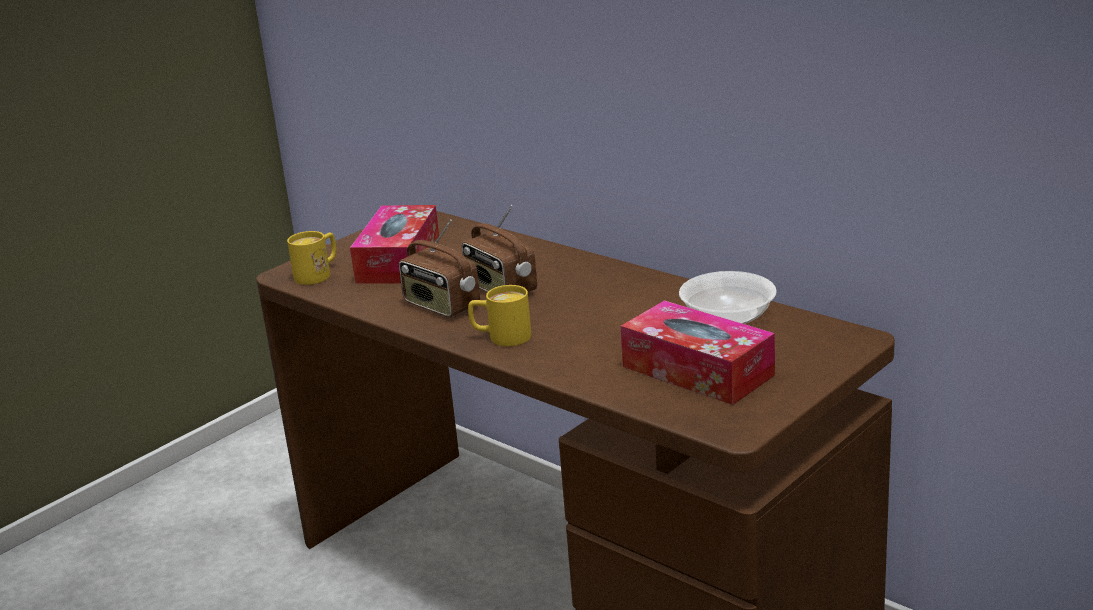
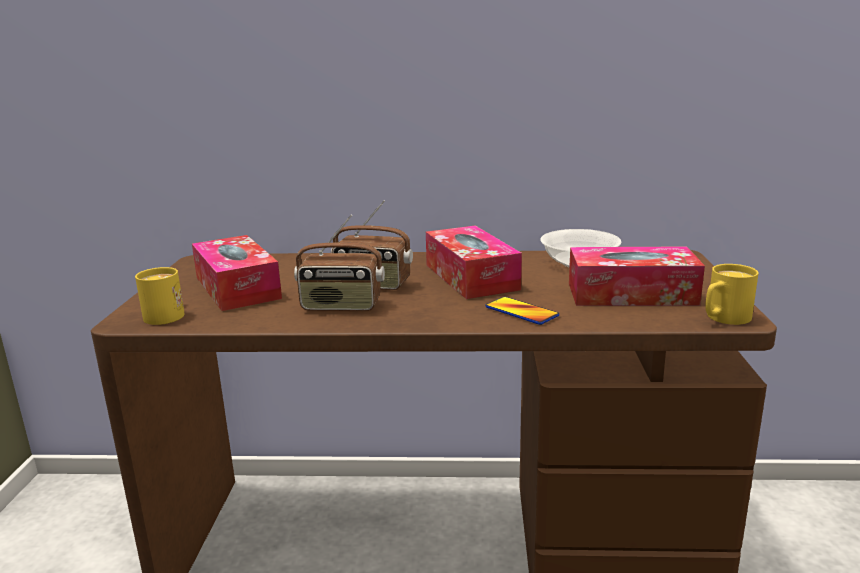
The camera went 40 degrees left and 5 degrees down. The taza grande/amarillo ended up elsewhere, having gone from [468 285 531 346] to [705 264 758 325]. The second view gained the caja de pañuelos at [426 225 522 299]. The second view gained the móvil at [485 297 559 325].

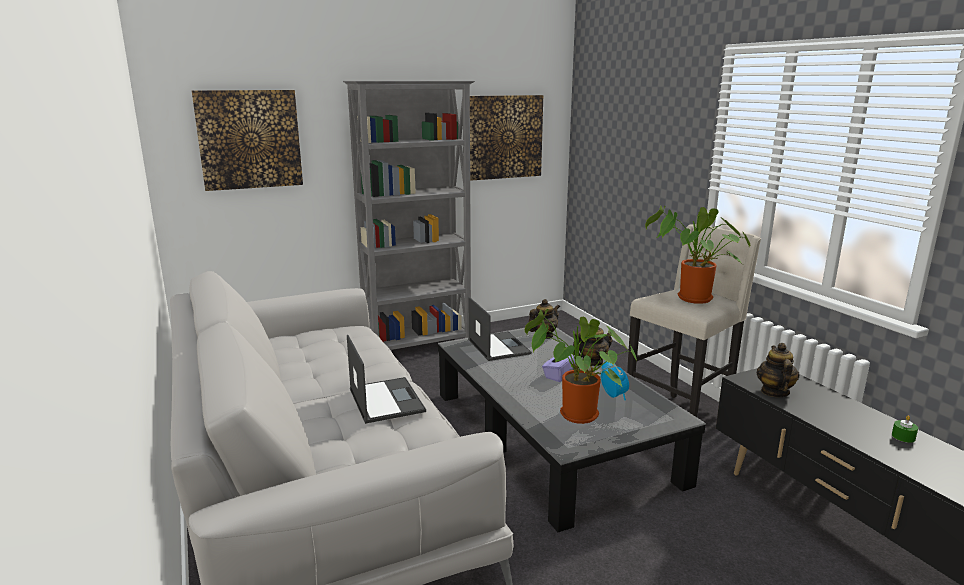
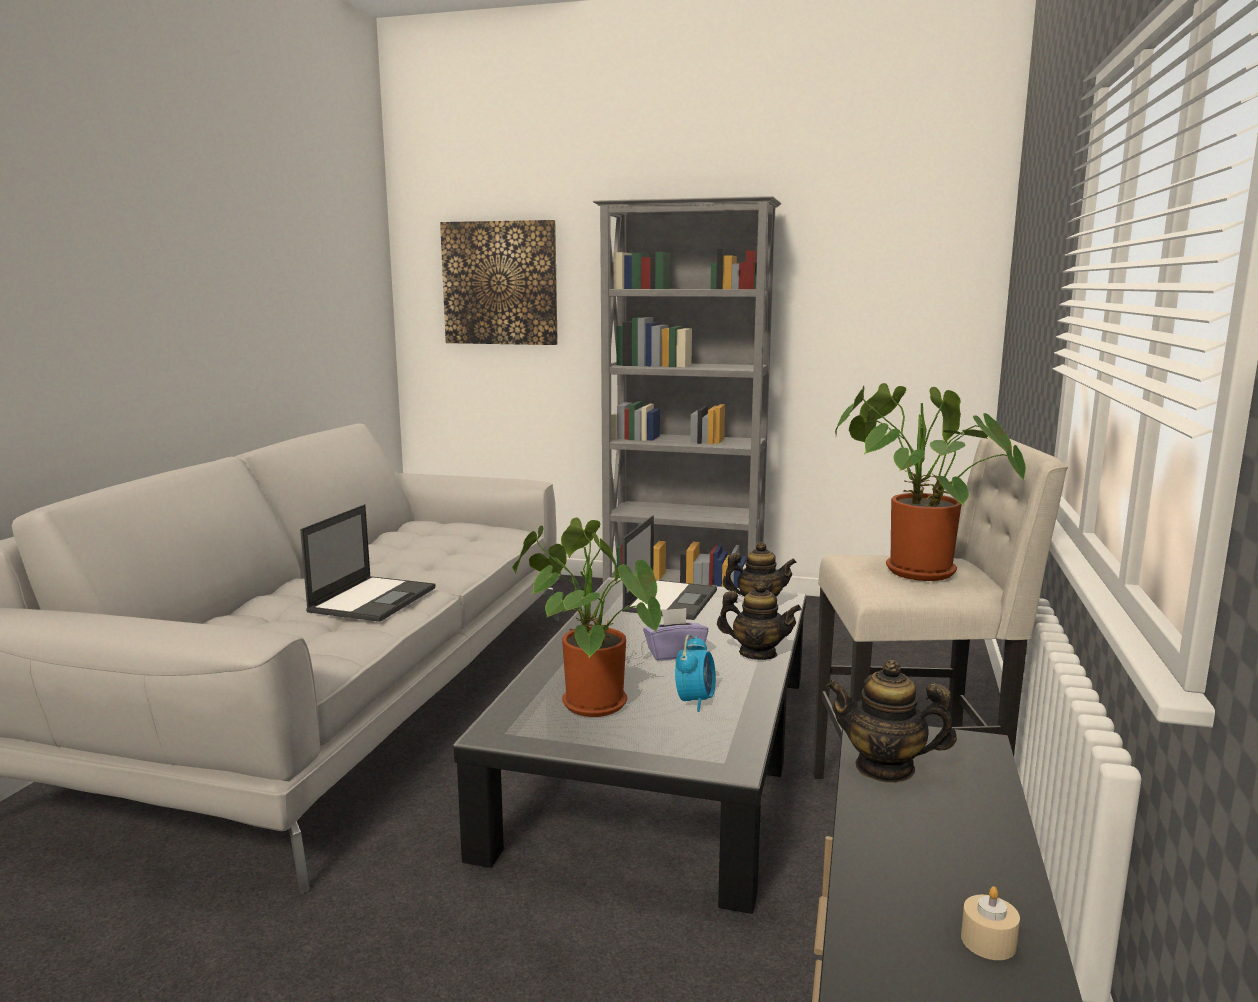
The camera went 40 degrees right and 5 degrees down. The second view lost the cuadro at [470 95 543 181]. The tetera at [757 343 799 397] ended up facing another way, 120 degrees counterclockwise from before. What was the vela/verde at [892 415 918 443] turned into the vela/beis at [961 886 1020 960].

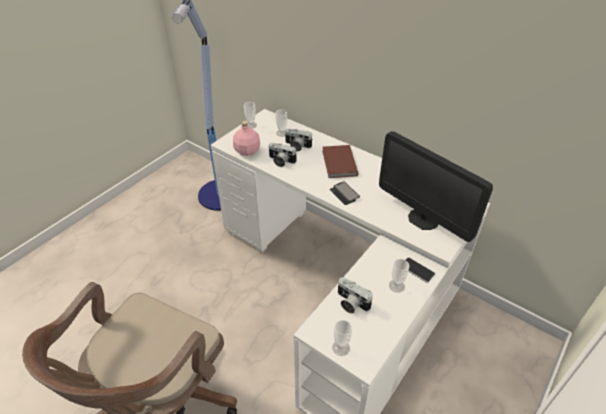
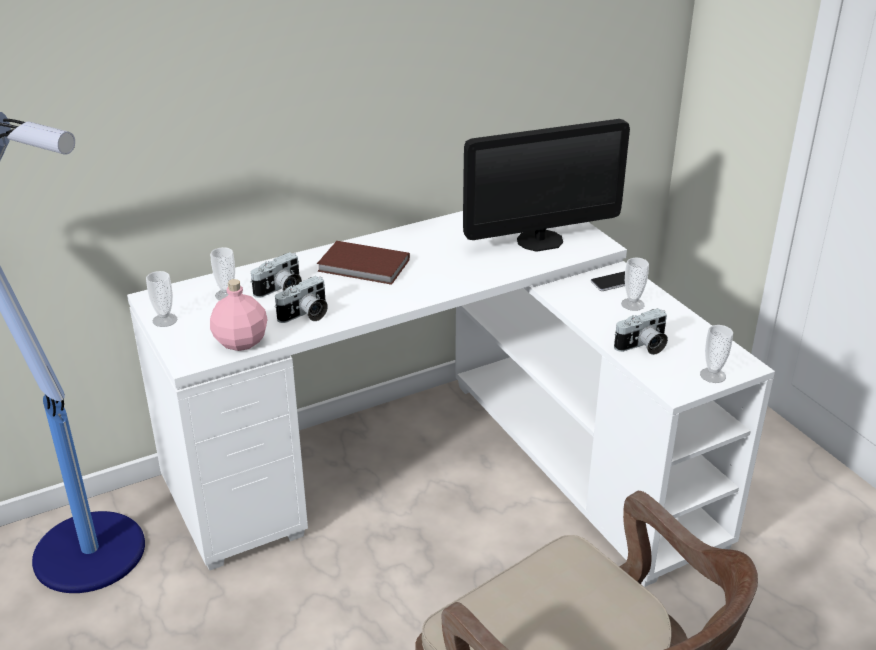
The camera went 65 degrees left and 10 degrees down. The second view lost the móvil at [330 181 360 205].

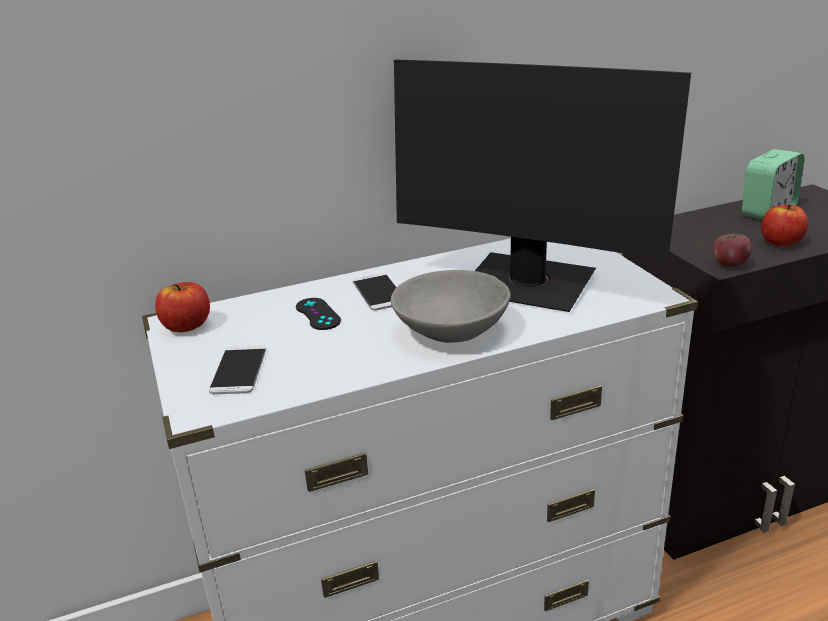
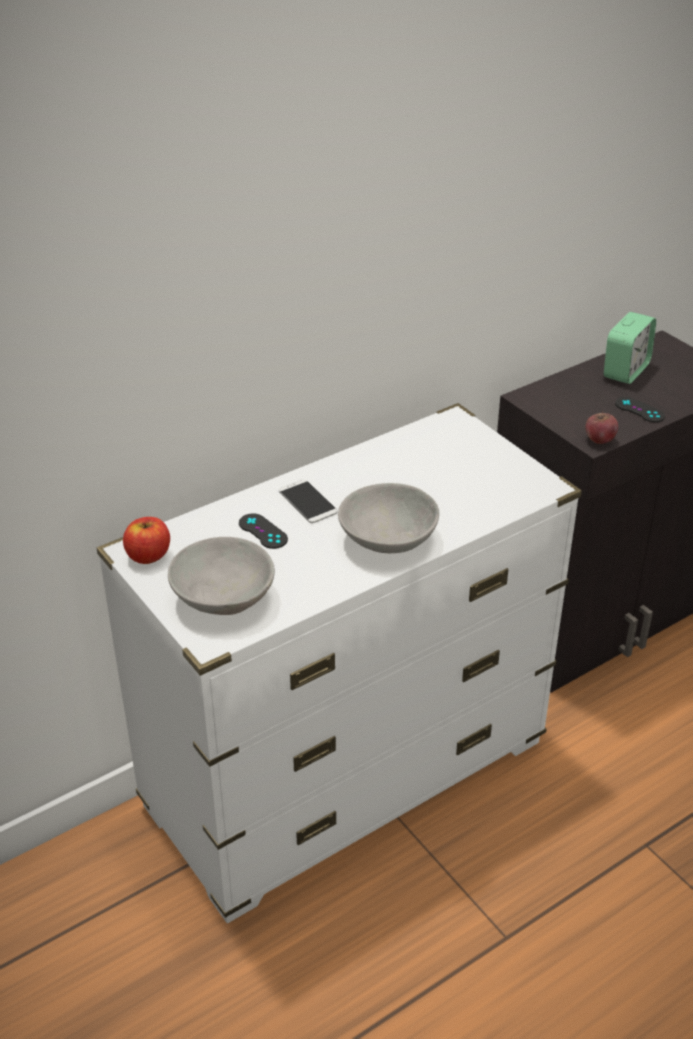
The camera went 15 degrees left and 10 degrees up. Where the móvil stood at [209 346 266 394], the cuenco/gris came to stand at [168 537 275 615]. The second view lost the monitor at [394 60 691 312]. Where the manzana stood at [761 204 808 247], the mando de consola/negro came to stand at [615 397 665 422].

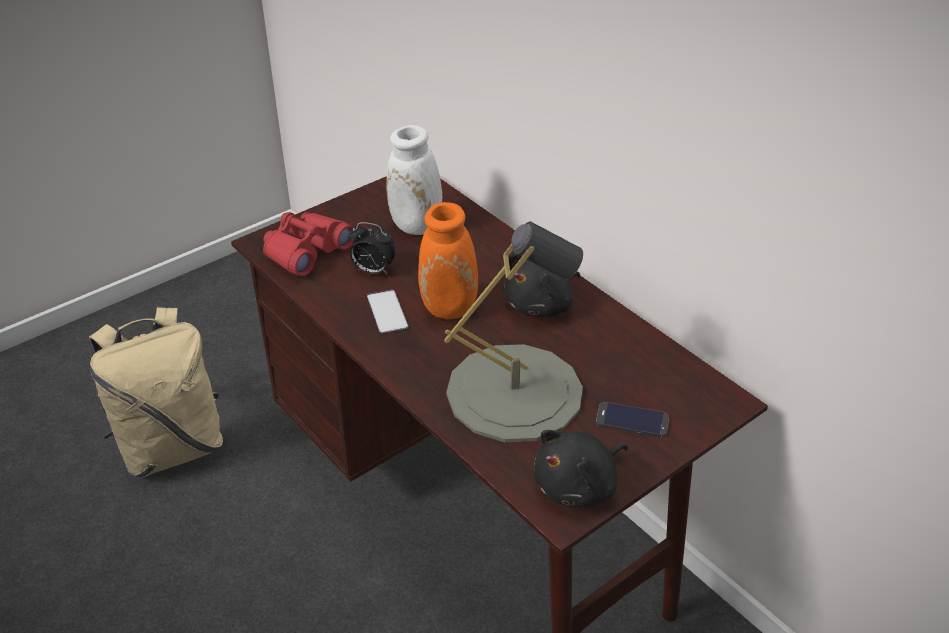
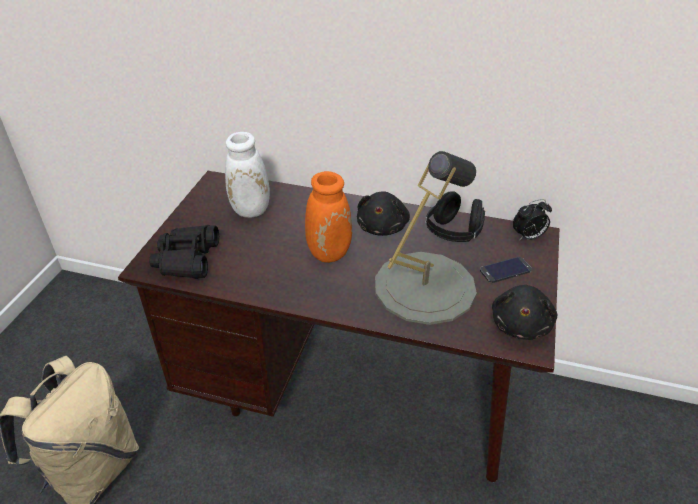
The camera went 35 degrees left and 0 degrees up. What was the prismáticos/rojo at [263 212 354 277] turned into the prismáticos/negro at [149 225 219 279]. The despertador ended up elsewhere, having gone from [348 222 396 275] to [513 199 552 241]. The second view lost the móvil at [367 290 408 333]. The second view gained the auriculares/negro at [425 191 485 242].

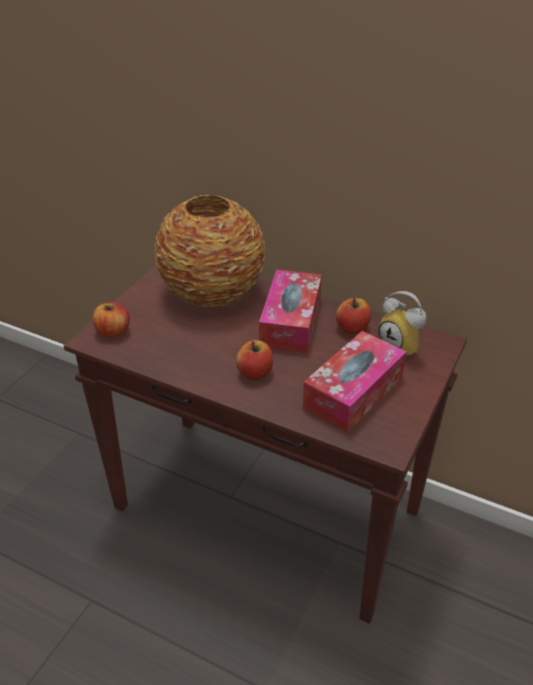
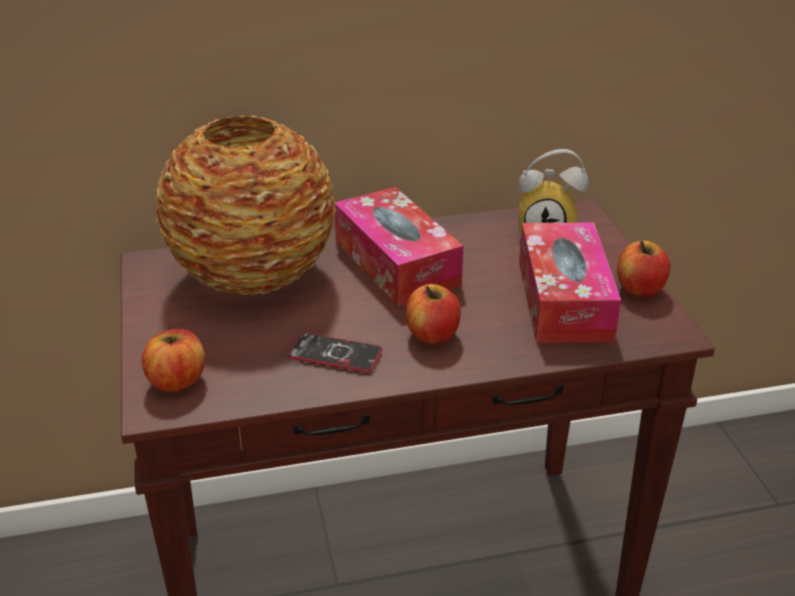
The camera went 40 degrees left and 5 degrees down. The manzana ended up elsewhere, having gone from [336 298 371 334] to [617 241 671 297]. The second view gained the móvil at [288 333 382 373].

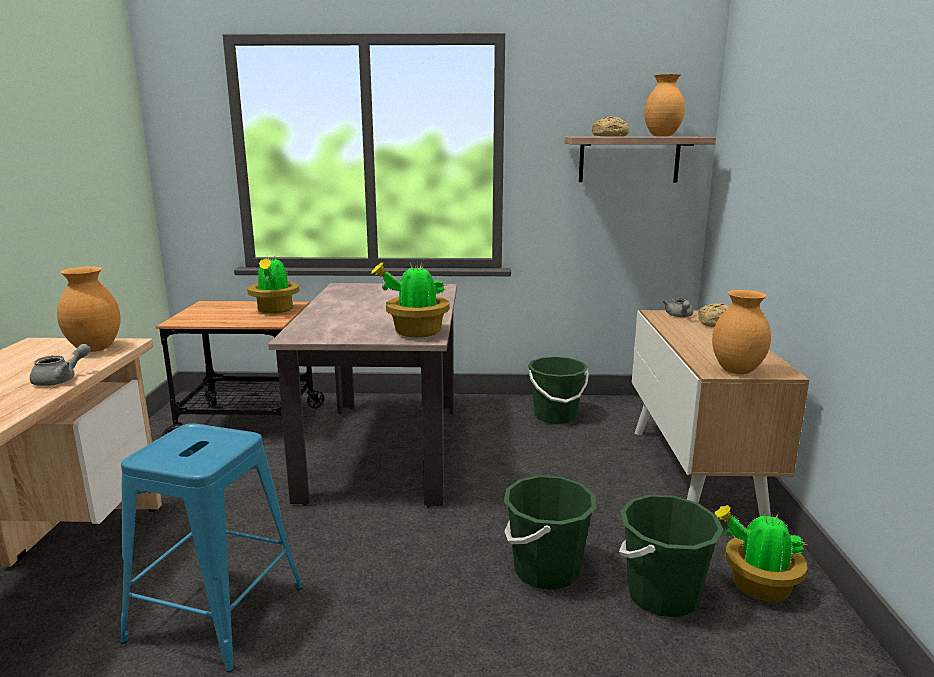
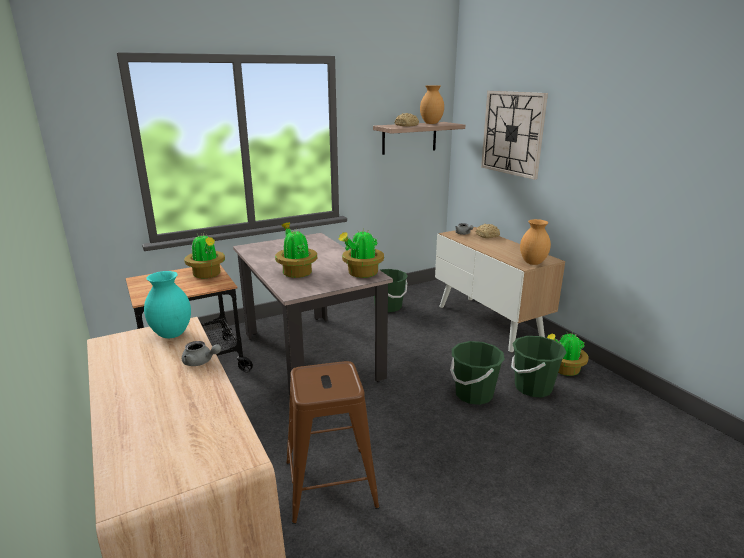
The camera went 30 degrees left and 5 degrees up. The tetera/gris at [30 344 91 386] ended up facing another way, 105 degrees clockwise from before. What was the florero/marrón at [57 267 120 352] turned into the florero/turquesa at [144 271 191 338]. What was the taburete/azul at [120 423 302 672] turned into the taburete/marrón at [286 361 379 524]. The second view gained the planta en maceta at [275 222 317 278]. The second view gained the reloj de pared at [481 91 548 180].

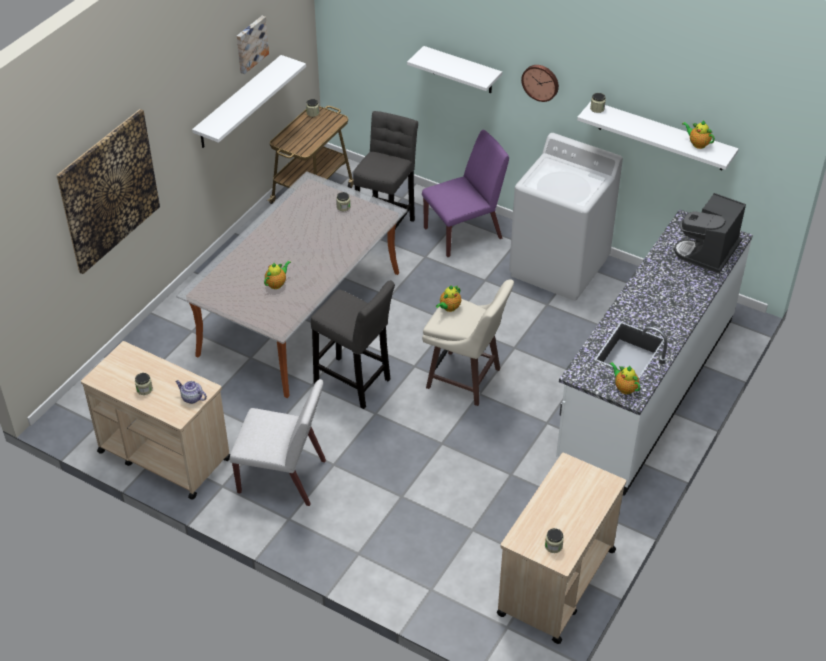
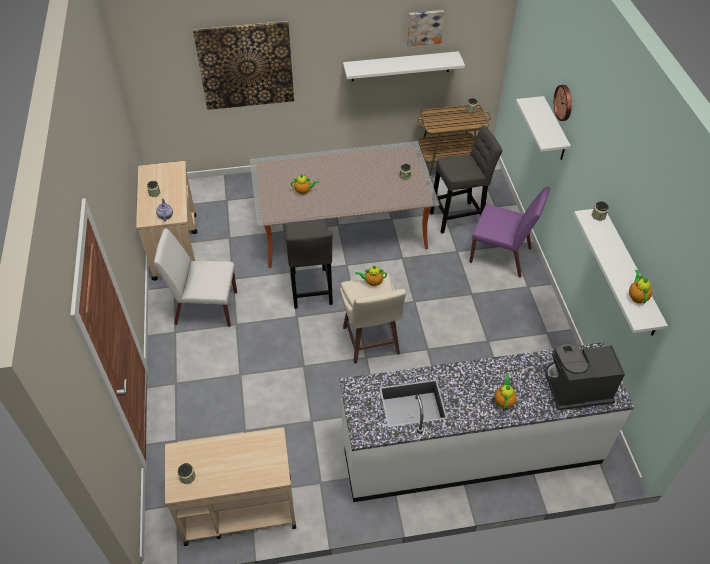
The camera went 50 degrees right and 5 degrees up. The silla/blanco at [230 379 326 506] ended up facing another way, 120 degrees clockwise from before. The second view lost the lavadora/blanco at [509 133 623 301]. The reloj de pared ended up elsewhere, having gone from [521 65 559 102] to [554 85 572 121]. The tetera ended up elsewhere, having gone from [610 362 640 394] to [495 374 517 410].

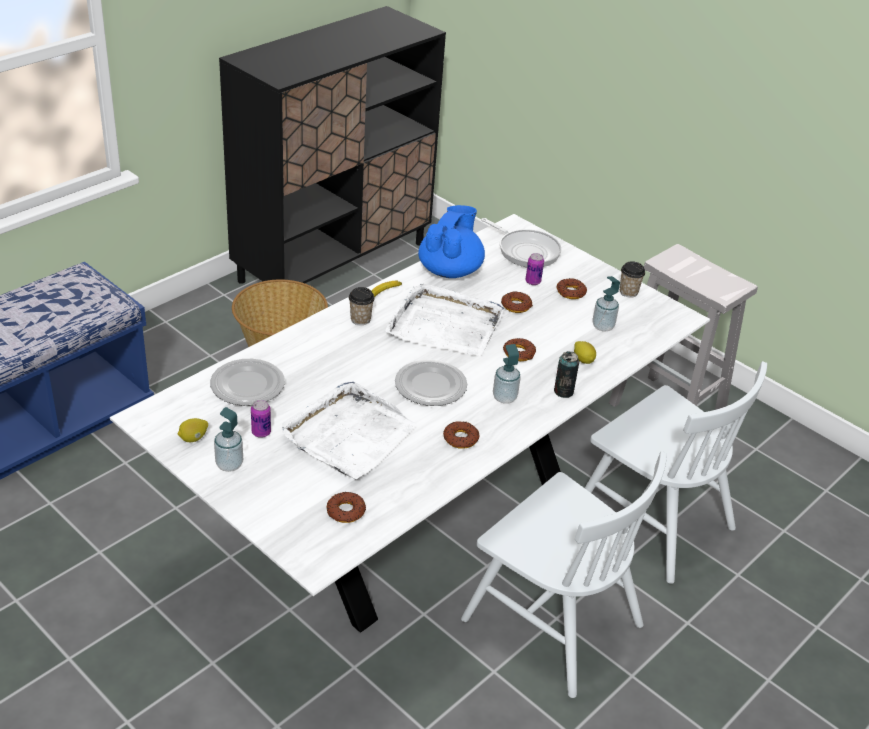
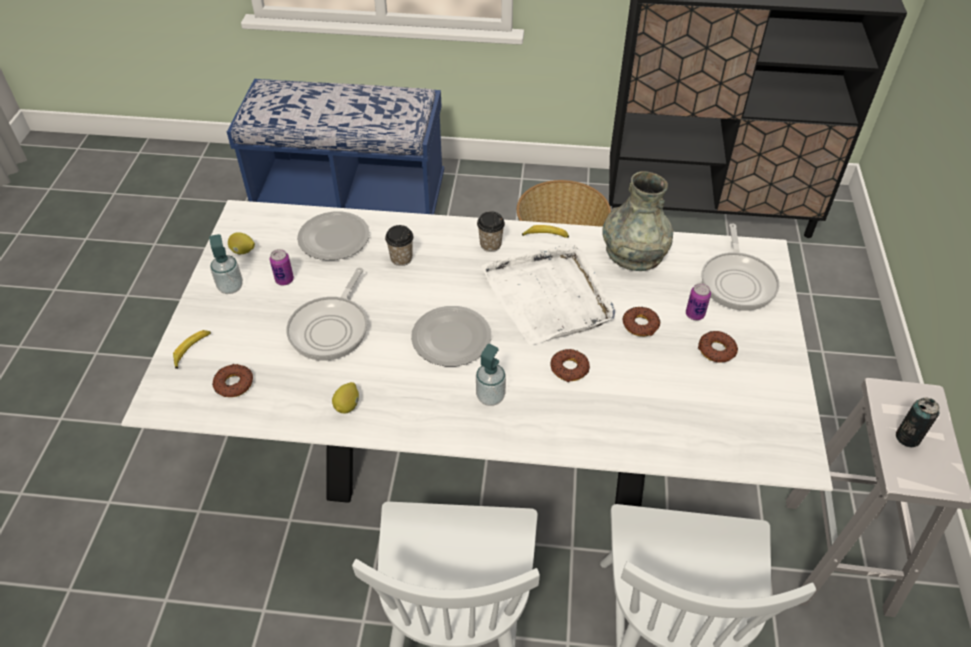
The camera went 55 degrees right and 10 degrees up. Where the bandeja/blanco stood at [282 382 417 479], the sartén came to stand at [286 268 367 361]. Where the tetera/azul stood at [418 205 485 278], the florero/gris came to stand at [602 171 673 271]. The second view lost the rosquilla at [443 421 480 449]. The lata ended up elsewhere, having gone from [554 351 579 398] to [896 398 939 447]. The limón ended up elsewhere, having gone from [574 341 596 364] to [332 382 359 414]. The second view lost the dispensador de jabón at [592 276 620 332]. The taza ended up elsewhere, having gone from [620 261 645 298] to [385 225 414 266]. The second view gained the plátano at [173 330 211 369].

